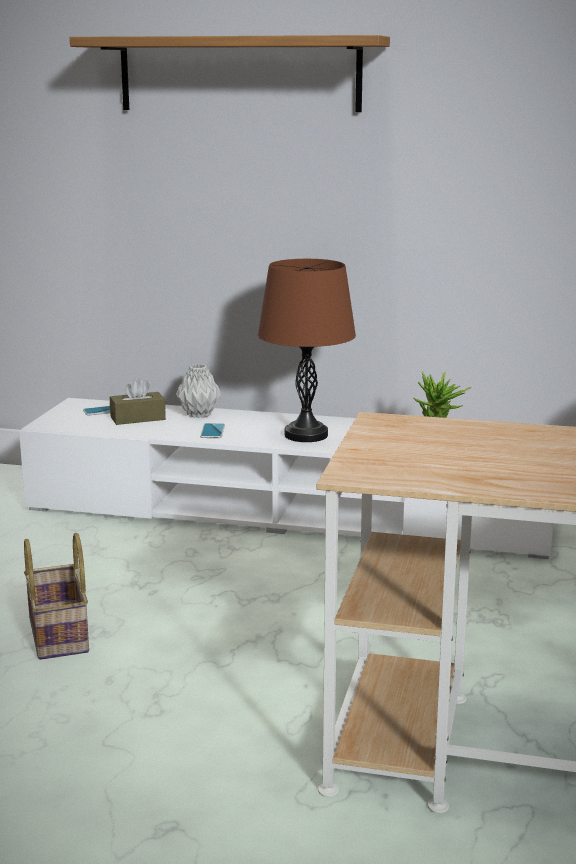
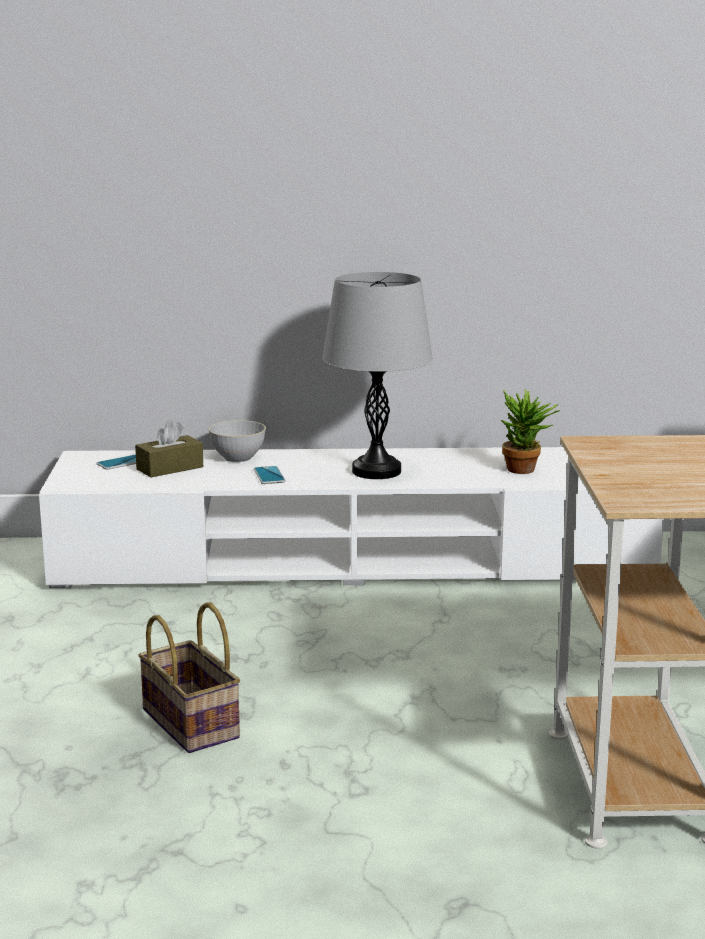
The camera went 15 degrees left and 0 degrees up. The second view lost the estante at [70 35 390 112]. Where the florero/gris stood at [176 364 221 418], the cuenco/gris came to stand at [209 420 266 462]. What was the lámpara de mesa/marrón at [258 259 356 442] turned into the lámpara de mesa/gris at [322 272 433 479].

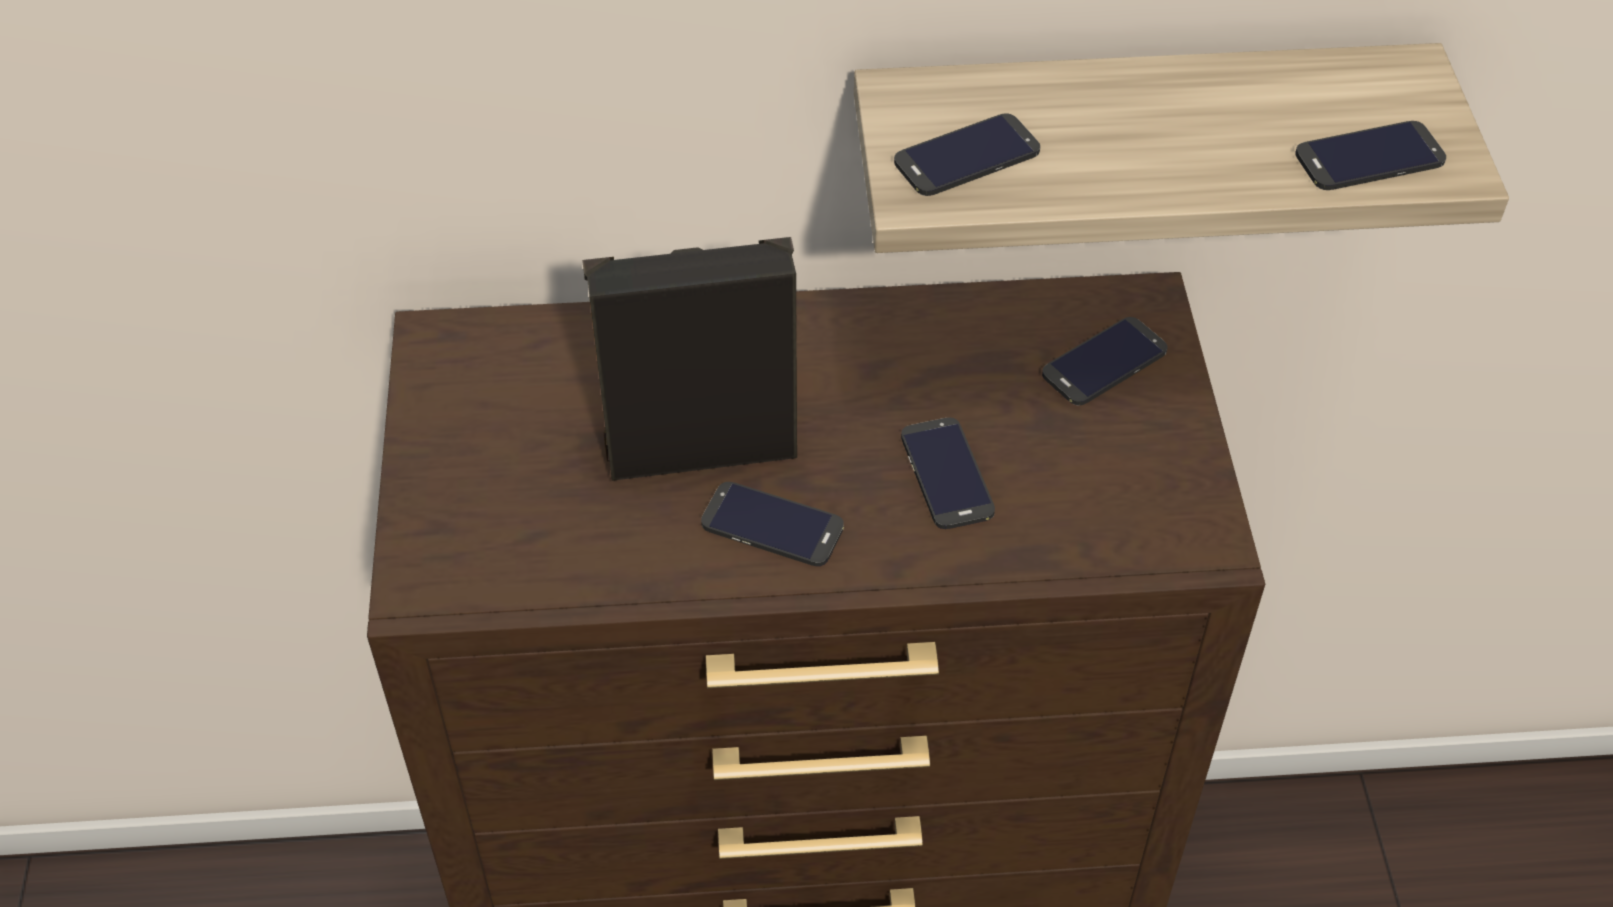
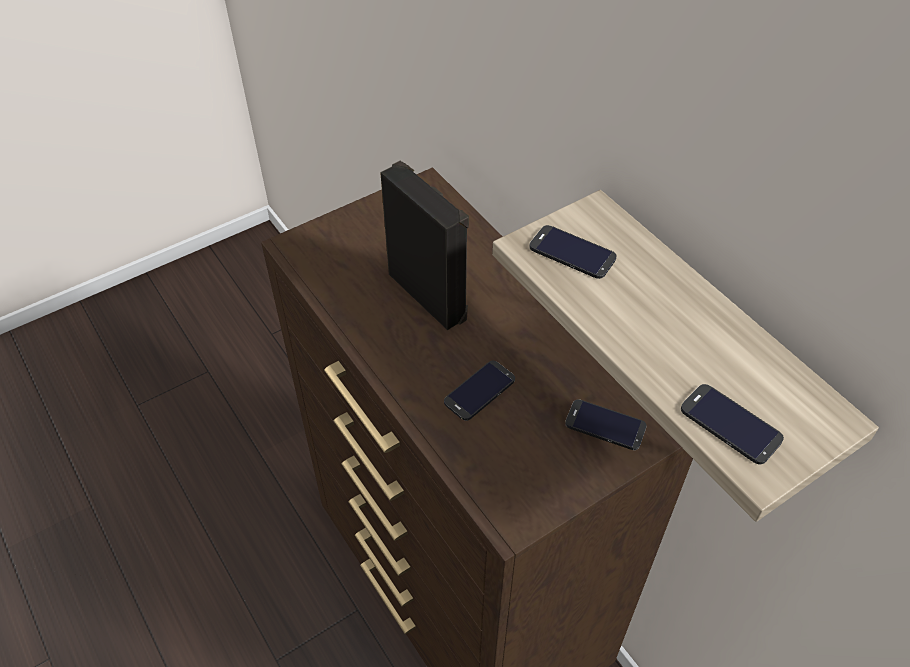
The camera went 60 degrees right and 0 degrees up. The second view lost the móvil at [701 482 844 566].

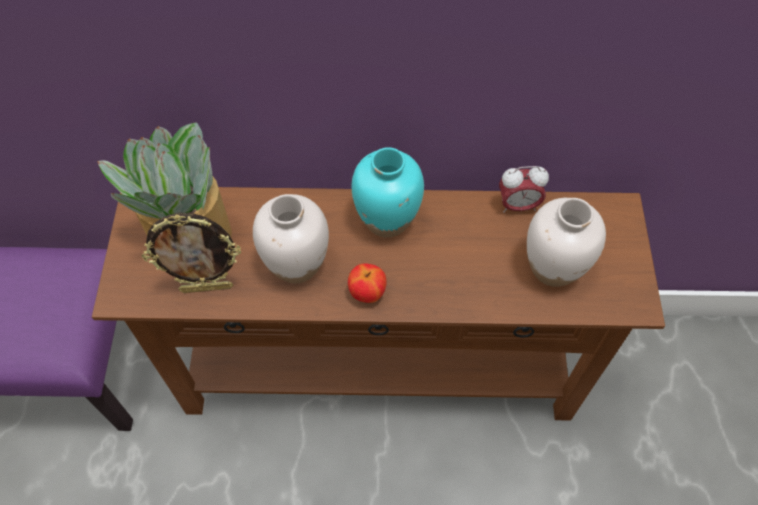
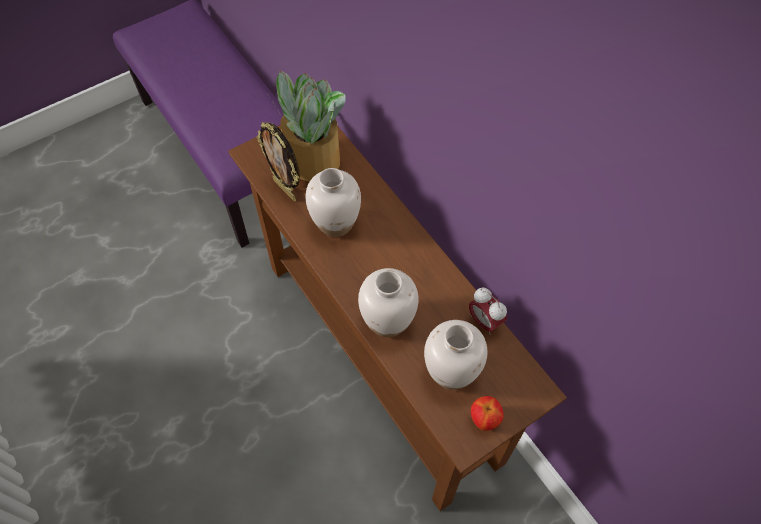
The camera went 55 degrees right and 0 degrees up. The manzana ended up elsewhere, having gone from [348 263 387 303] to [471 396 504 431]. The second view lost the florero/turquesa at [352 147 424 238]. The second view gained the florero/blanco at [358 268 418 337].

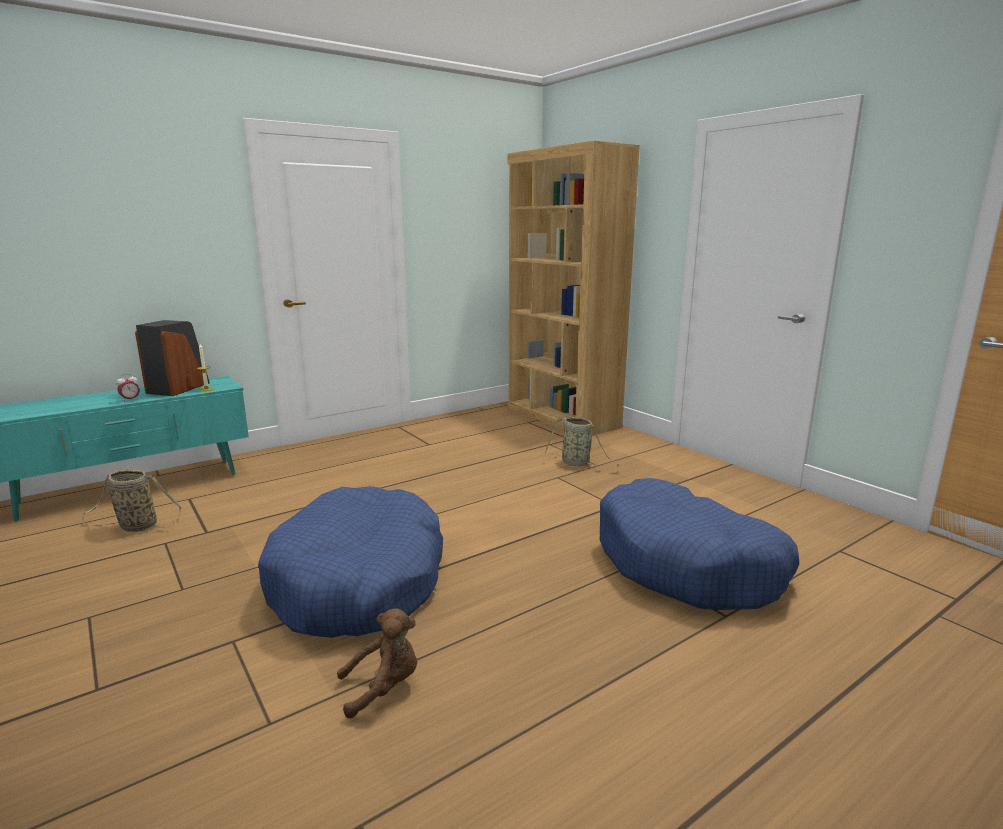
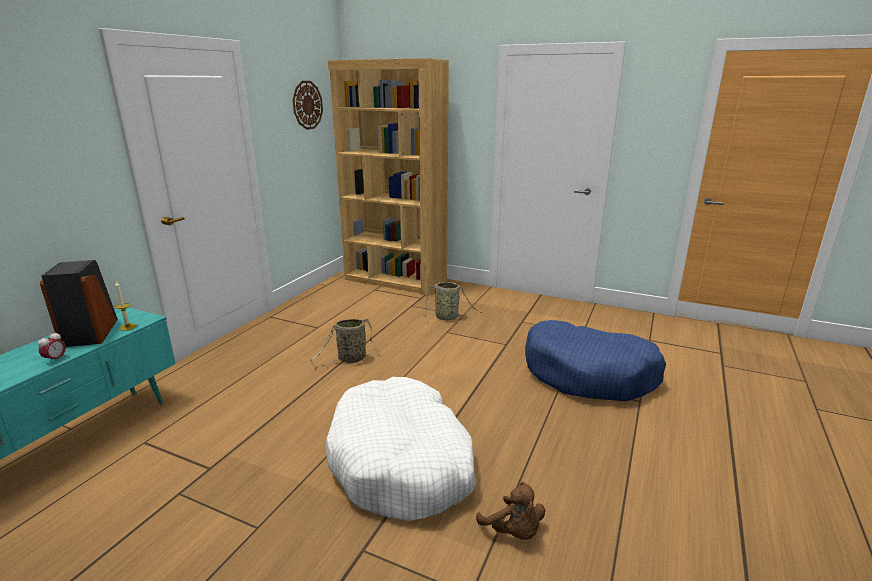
The camera went 30 degrees left and 5 degrees up. The cesta ended up elsewhere, having gone from [82 470 182 532] to [310 318 379 367]. What was the cama para perro/azul at [258 486 443 638] turned into the cama para perro/blanco at [326 377 476 521]. The peluche/marrón at [337 608 417 718] ended up facing another way, 105 degrees clockwise from before. The second view gained the reloj de pared at [293 81 323 130].

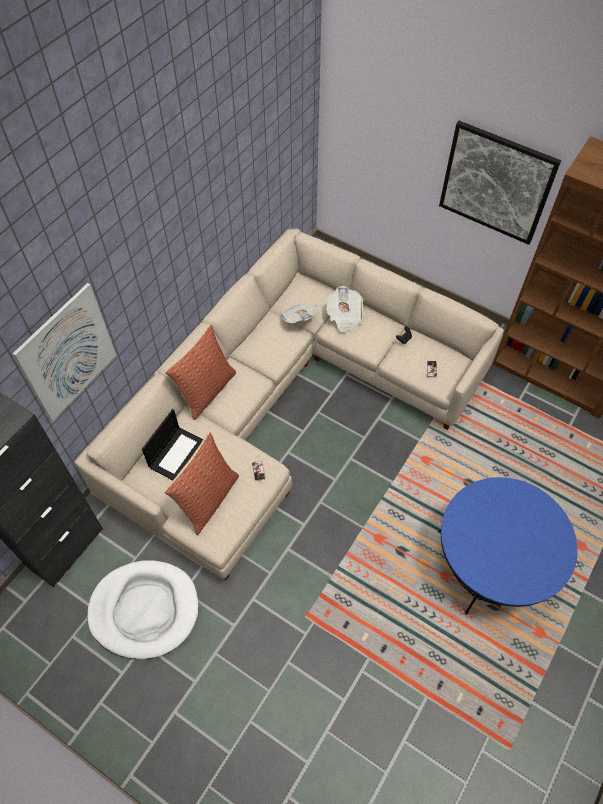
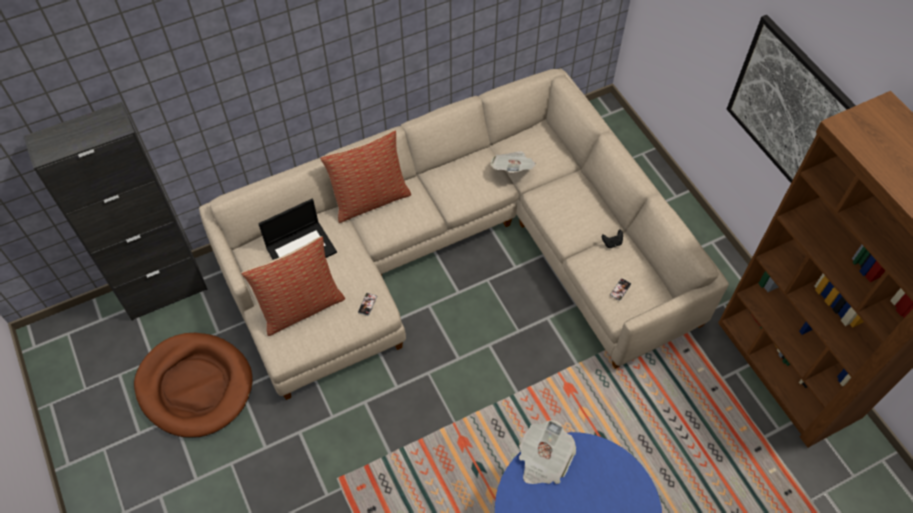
The camera went 30 degrees right and 0 degrees up. The second view lost the cuadro at [13 283 116 421]. What was the cama para perro/blanco at [87 560 199 659] turned into the cama para perro/marrón at [134 333 253 438]. The periódico ended up elsewhere, having gone from [326 286 363 333] to [519 420 576 484].

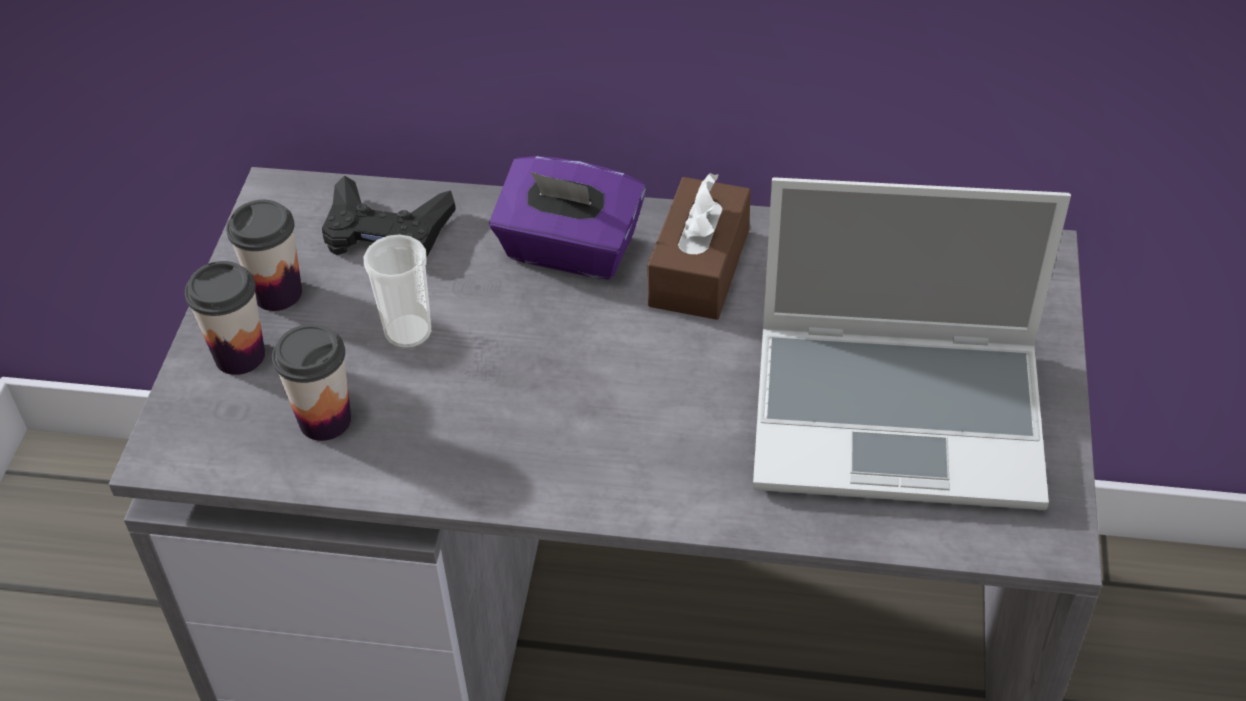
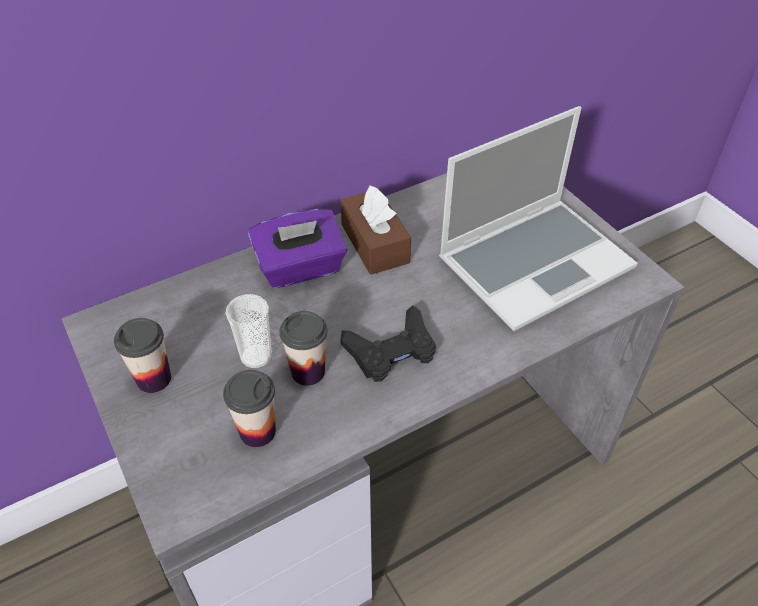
The camera went 40 degrees left and 0 degrees up. The taza ended up elsewhere, having gone from [185 261 265 375] to [280 311 327 386]. The mando de consola/negro ended up elsewhere, having gone from [322 175 456 257] to [341 305 436 382].

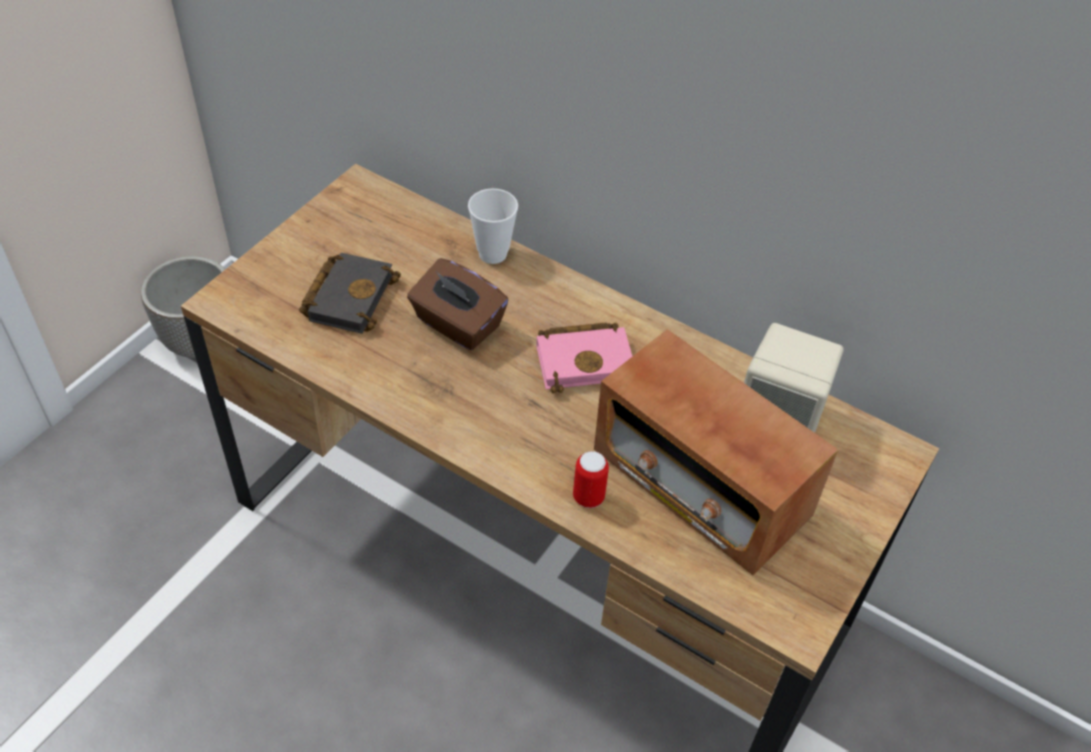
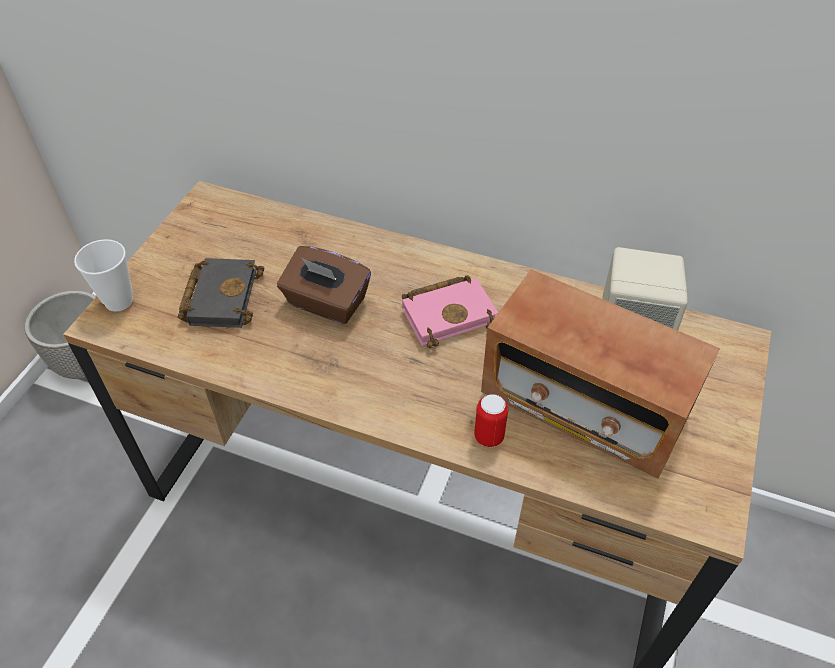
The camera went 10 degrees left and 0 degrees up. The taza ended up elsewhere, having gone from [468 188 518 264] to [74 239 133 312].

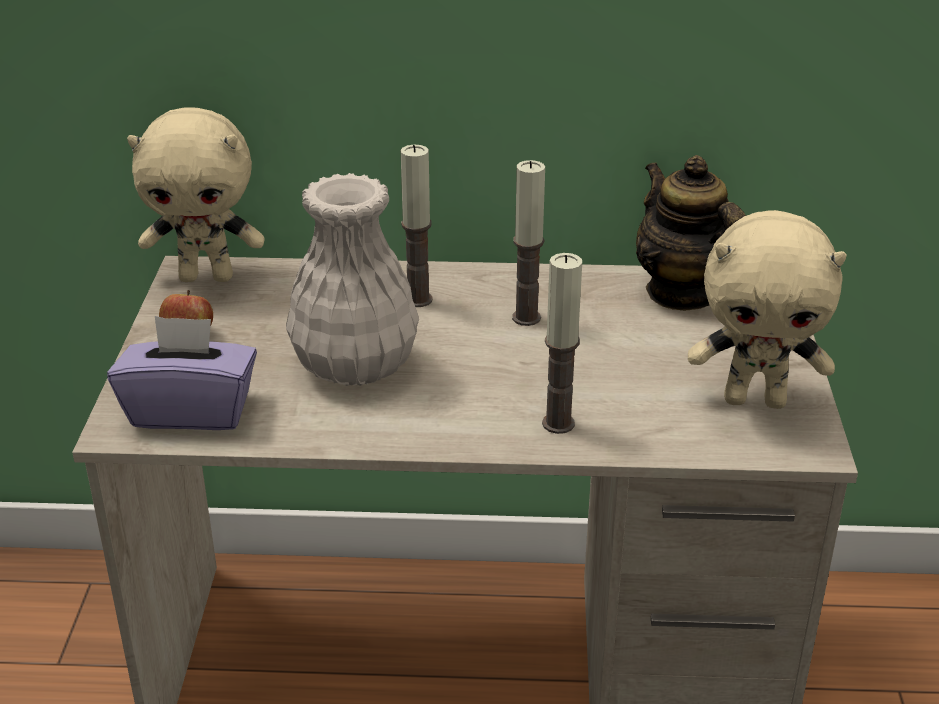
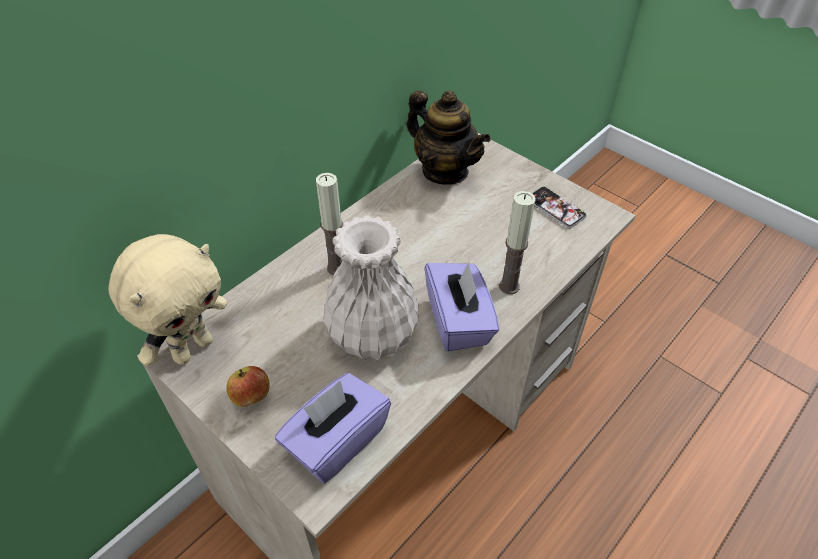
The camera went 50 degrees left and 15 degrees up. The second view lost the vela at [512 160 545 326]. The tetera at [636 155 746 310] ended up facing another way, 150 degrees counterclockwise from before. Where the peluche/beis stood at [688 210 847 409], the móvil came to stand at [532 187 587 228]. The second view gained the caja de pañuelos/morado at [425 262 499 351].

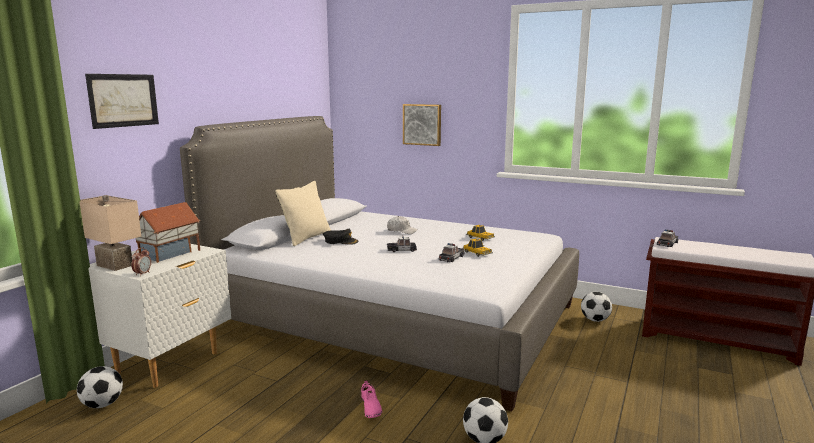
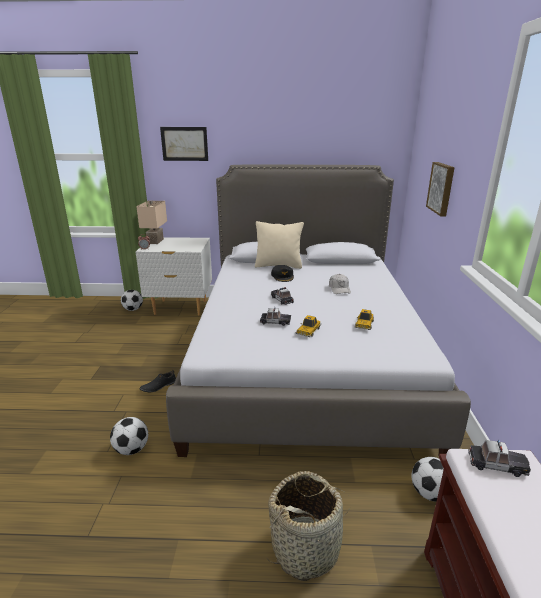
The camera went 65 degrees right and 10 degrees up. The second view lost the casita at [136 202 200 263]. What was the zapato/rosa at [361 380 382 418] turned into the zapato/negro at [139 370 176 392]. The second view gained the cesta at [267 471 351 581].

